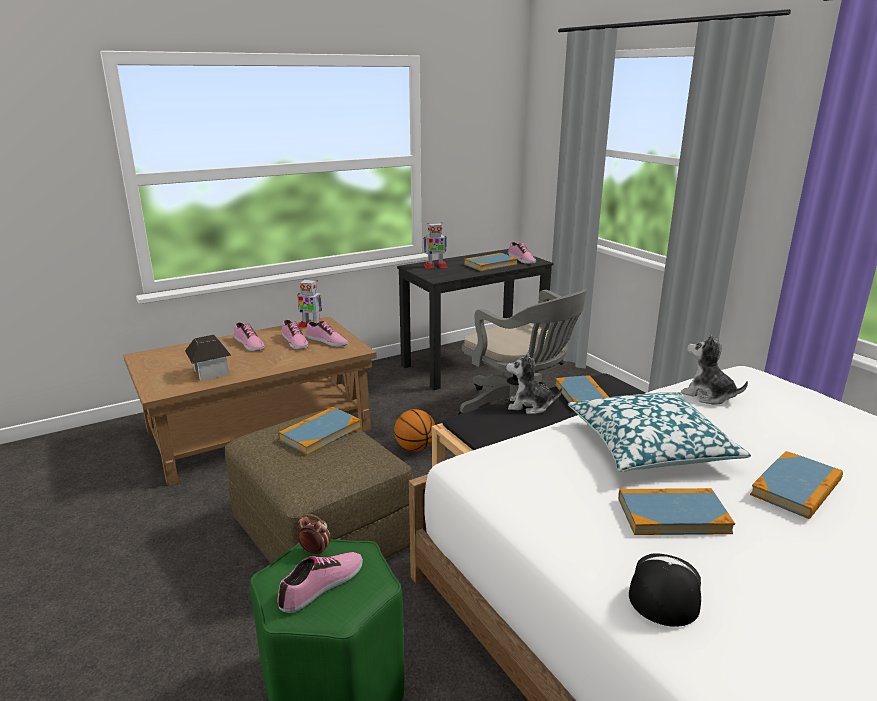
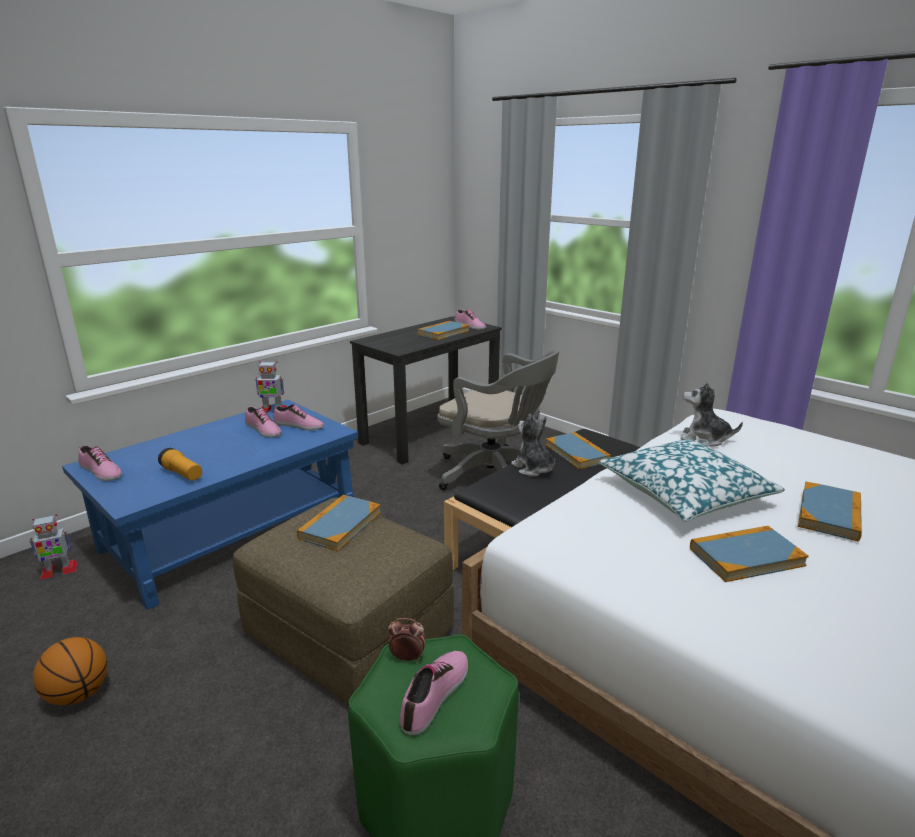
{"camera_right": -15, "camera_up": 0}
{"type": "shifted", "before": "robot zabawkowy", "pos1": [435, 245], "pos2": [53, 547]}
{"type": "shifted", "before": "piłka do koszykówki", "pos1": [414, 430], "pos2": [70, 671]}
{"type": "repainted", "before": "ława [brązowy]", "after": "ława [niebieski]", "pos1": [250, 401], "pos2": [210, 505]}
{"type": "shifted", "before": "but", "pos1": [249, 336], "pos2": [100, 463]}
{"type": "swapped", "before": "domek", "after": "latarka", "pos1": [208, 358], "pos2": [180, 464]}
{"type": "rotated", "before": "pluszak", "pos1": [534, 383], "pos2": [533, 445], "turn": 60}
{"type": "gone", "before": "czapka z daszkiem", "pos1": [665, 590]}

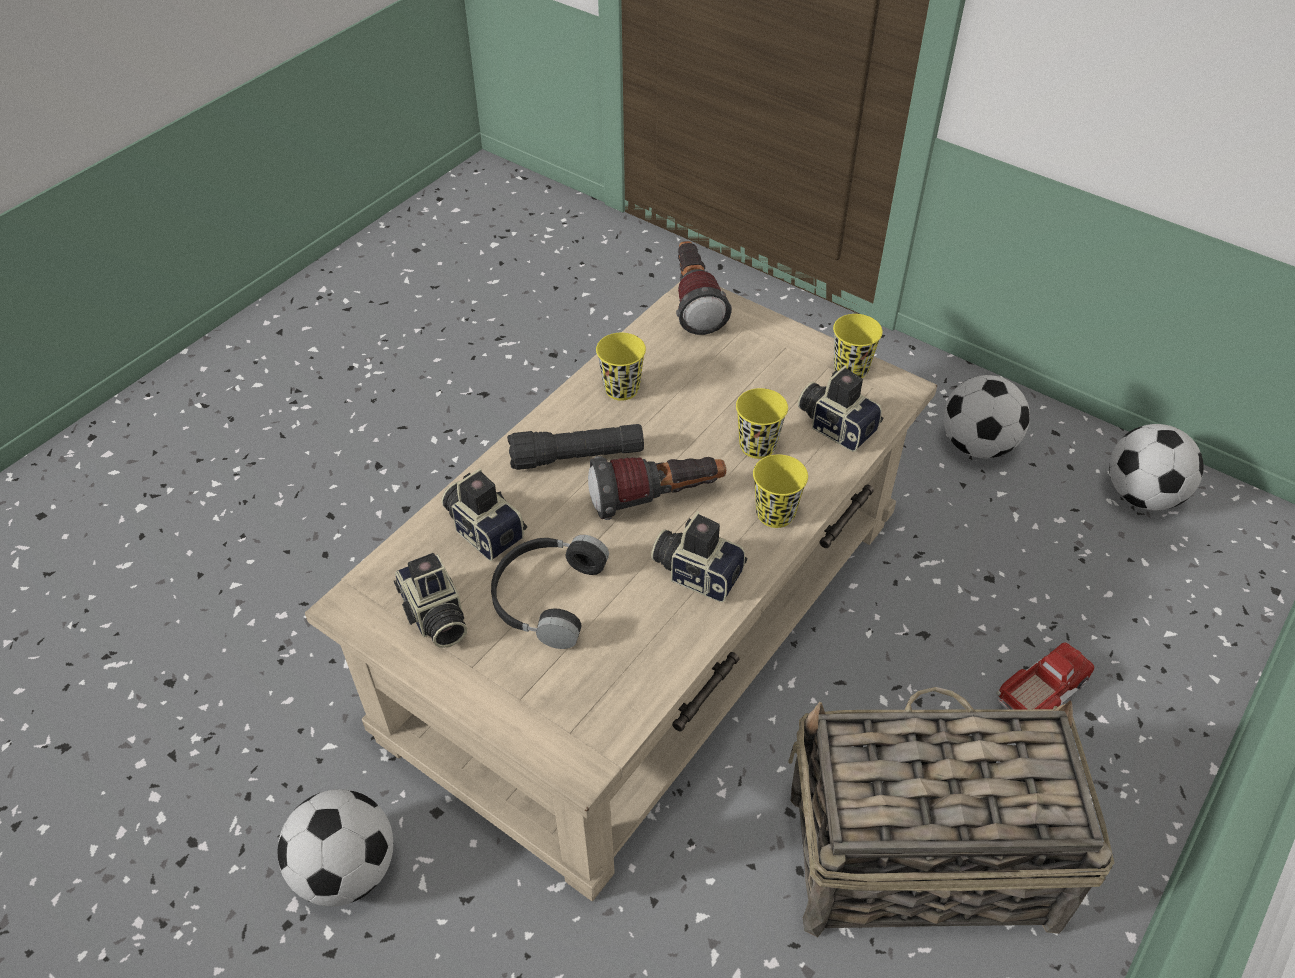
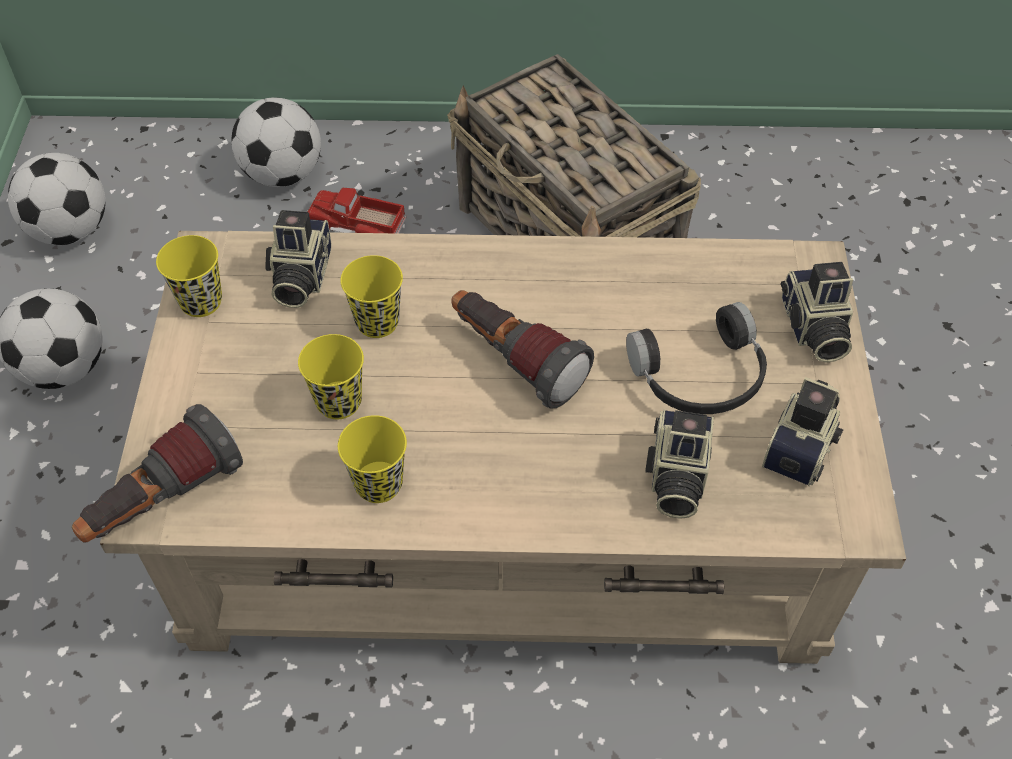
{"camera_right": -125, "camera_up": 5}
{"type": "shifted", "before": "piłka futbolowa", "pos1": [335, 847], "pos2": [276, 142]}
{"type": "shifted", "before": "filiżanka [żółty]", "pos1": [780, 491], "pos2": [331, 376]}
{"type": "shifted", "before": "aparat fotograficzny", "pos1": [699, 556], "pos2": [817, 312]}
{"type": "gone", "before": "latarka [czarny]", "pos1": [575, 447]}

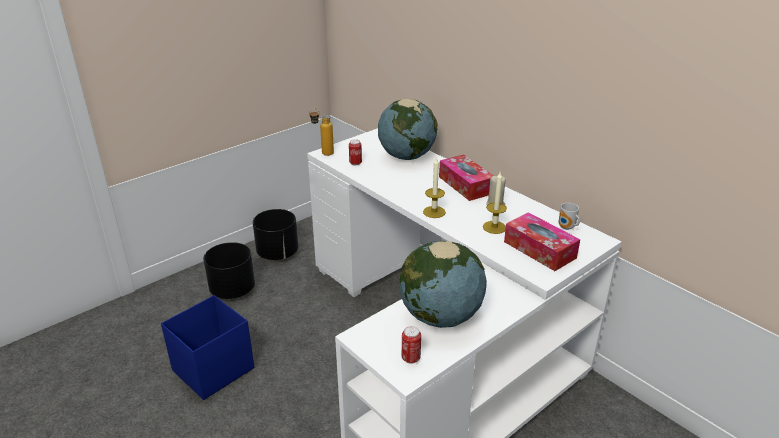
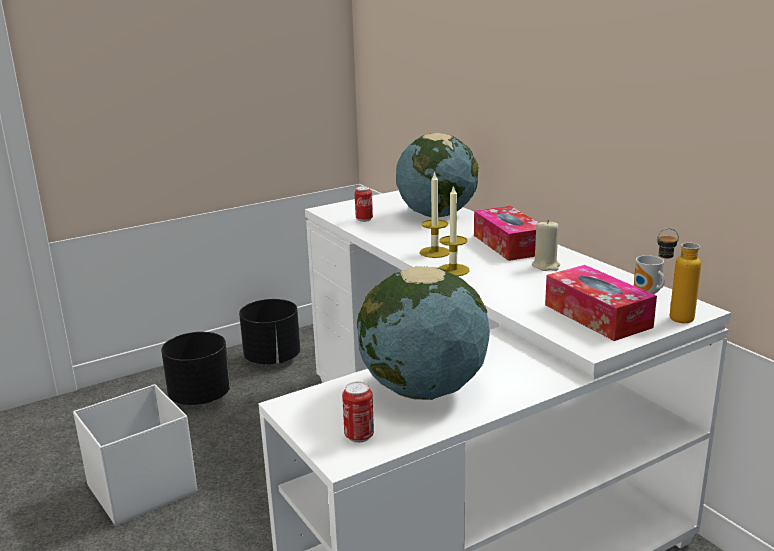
{"camera_right": 10, "camera_up": -10}
{"type": "repainted", "before": "pojemnik do przechowywania [niebieski]", "after": "pojemnik do przechowywania [biały]", "pos1": [207, 347], "pos2": [135, 455]}
{"type": "shifted", "before": "świeca", "pos1": [495, 203], "pos2": [434, 214]}
{"type": "shifted", "before": "butelka", "pos1": [321, 132], "pos2": [679, 275]}

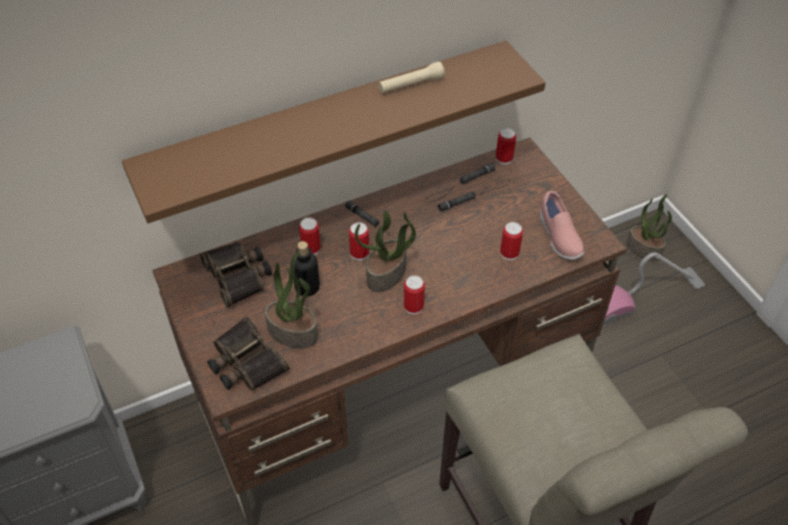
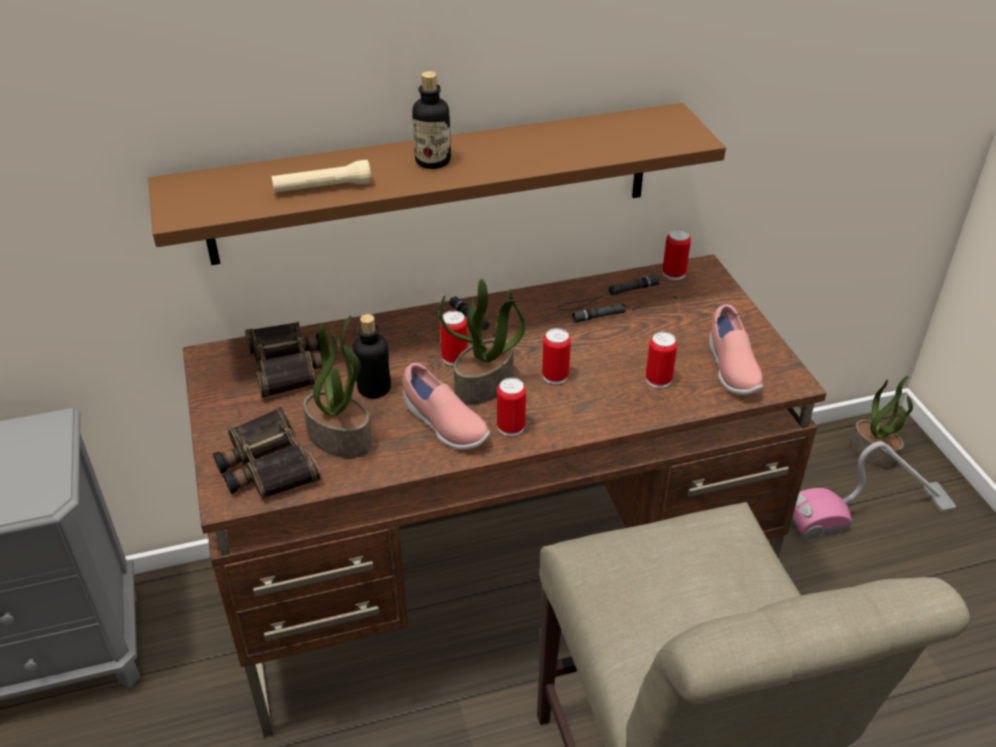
{"camera_right": 10, "camera_up": -10}
{"type": "shifted", "before": "latarka [beżowy]", "pos1": [411, 77], "pos2": [321, 176]}
{"type": "new", "after": "but [różowy]", "pos2": [446, 406]}
{"type": "new", "after": "butelka", "pos2": [431, 120]}
{"type": "shifted", "before": "puszka", "pos1": [310, 236], "pos2": [556, 356]}

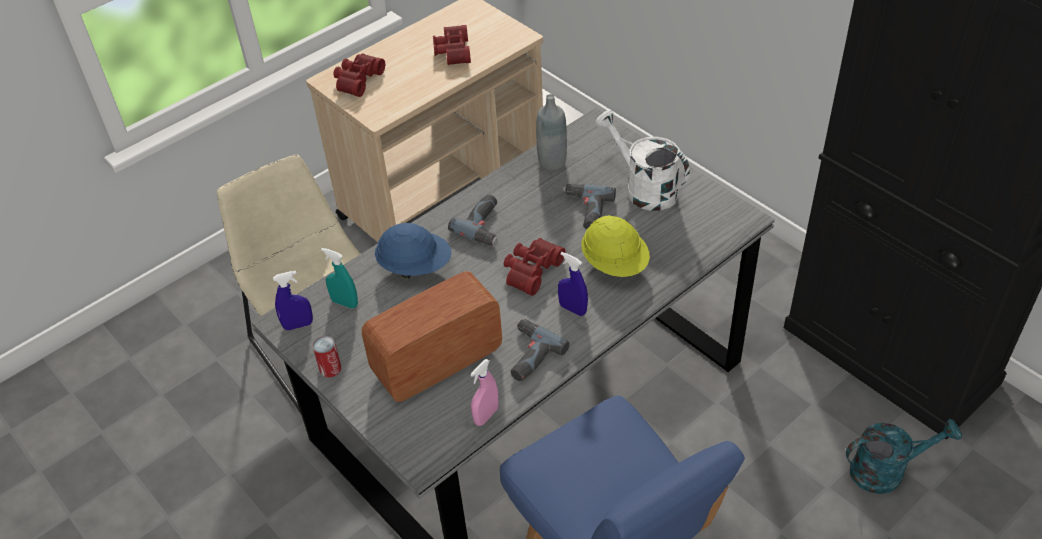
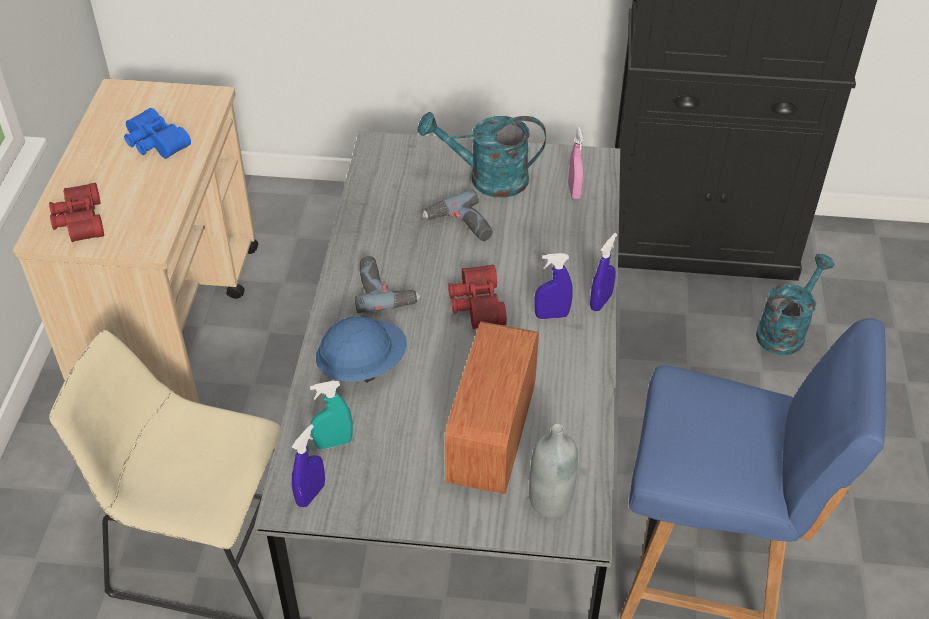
{"camera_right": -45, "camera_up": 0}
{"type": "repainted", "before": "lornetka [czerwony]", "after": "lornetka [niebieski]", "pos1": [452, 45], "pos2": [157, 133]}
{"type": "repainted", "before": "konewka [biały]", "after": "konewka [turkusowy]", "pos1": [642, 160], "pos2": [482, 155]}
{"type": "shifted", "before": "butelka [szary]", "pos1": [551, 132], "pos2": [553, 470]}
{"type": "shifted", "before": "spryskiwacz [różowy]", "pos1": [484, 392], "pos2": [576, 163]}
{"type": "new", "after": "spryskiwacz [niebieski]", "pos2": [603, 272]}
{"type": "gone", "before": "puszka", "pos1": [327, 357]}
{"type": "gone", "before": "wiertarka", "pos1": [540, 350]}
{"type": "gone", "before": "kask [żółty]", "pos1": [615, 246]}

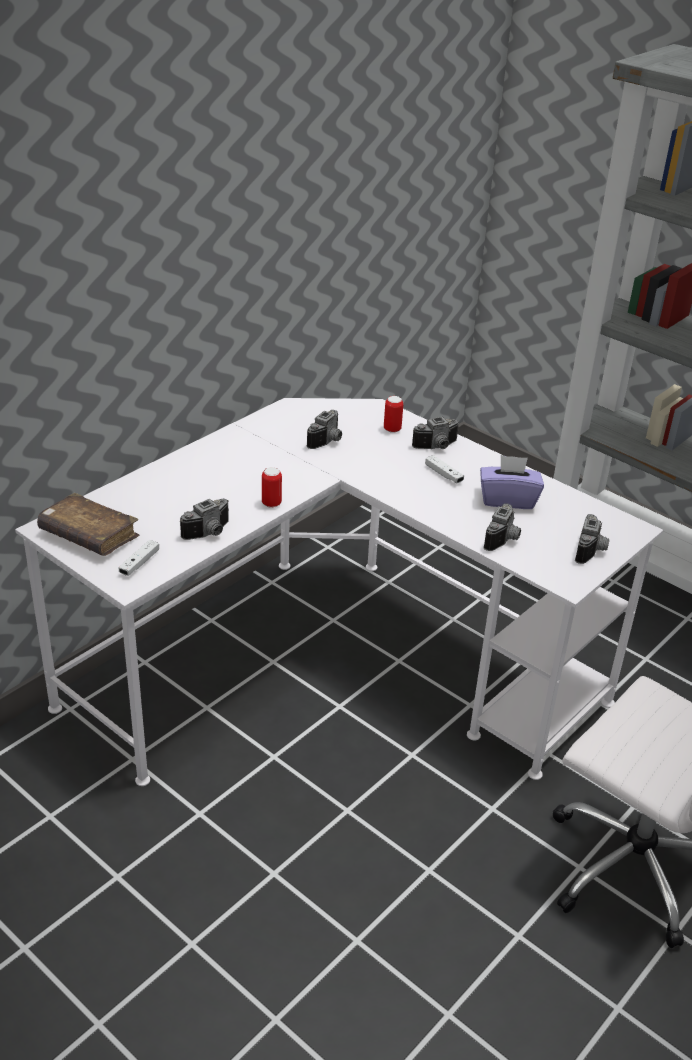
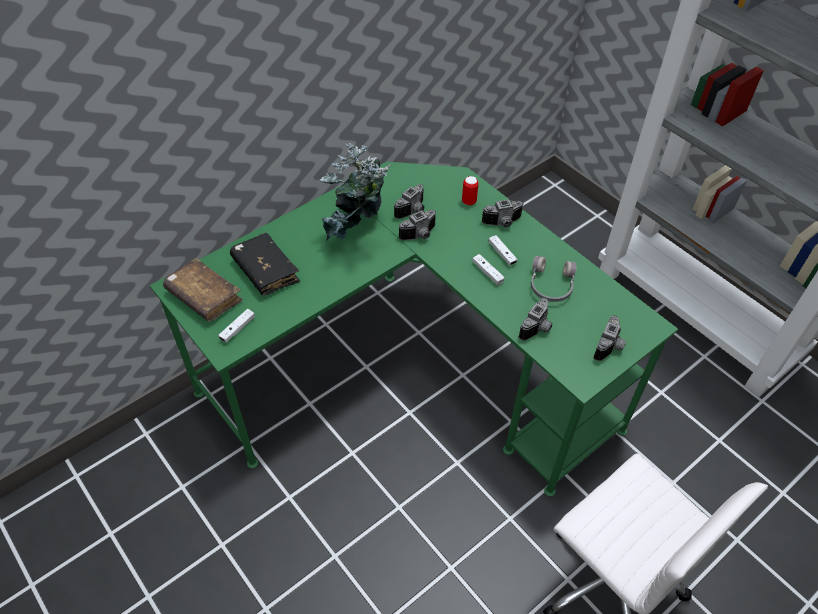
{"camera_right": 10, "camera_up": 15}
{"type": "repainted", "before": "biurko [biały]", "after": "biurko [zielony]", "pos1": [339, 592], "pos2": [414, 329]}
{"type": "new", "after": "książka [czarny]", "pos2": [265, 264]}
{"type": "new", "after": "roślina doniczkowa", "pos2": [355, 192]}
{"type": "shifted", "before": "aparat fotograficzny", "pos1": [204, 519], "pos2": [417, 225]}
{"type": "new", "after": "pad do gier [biały]", "pos2": [488, 269]}
{"type": "swapped", "before": "pudełko chusteczek [fioletowy]", "after": "słuchawki [szary]", "pos1": [512, 482], "pos2": [554, 279]}
{"type": "gone", "before": "puszka", "pos1": [272, 487]}

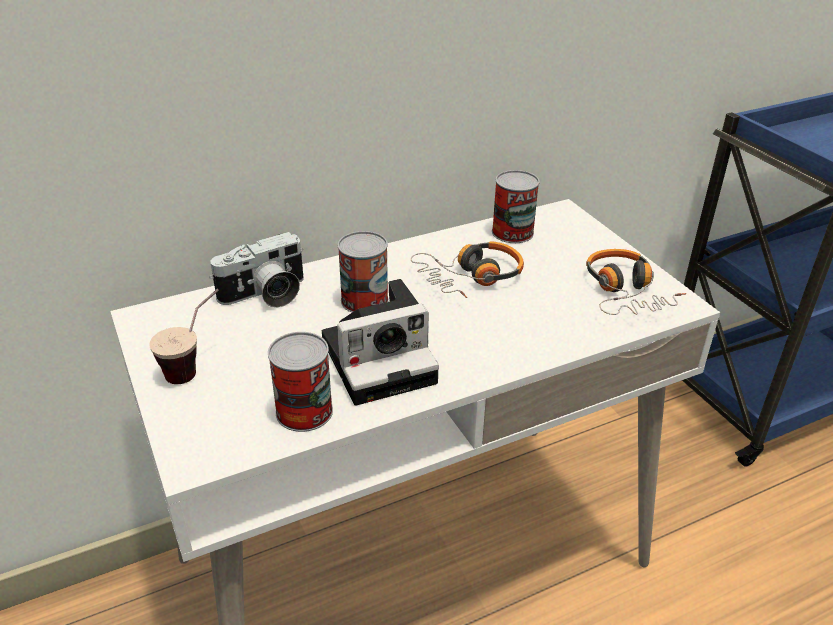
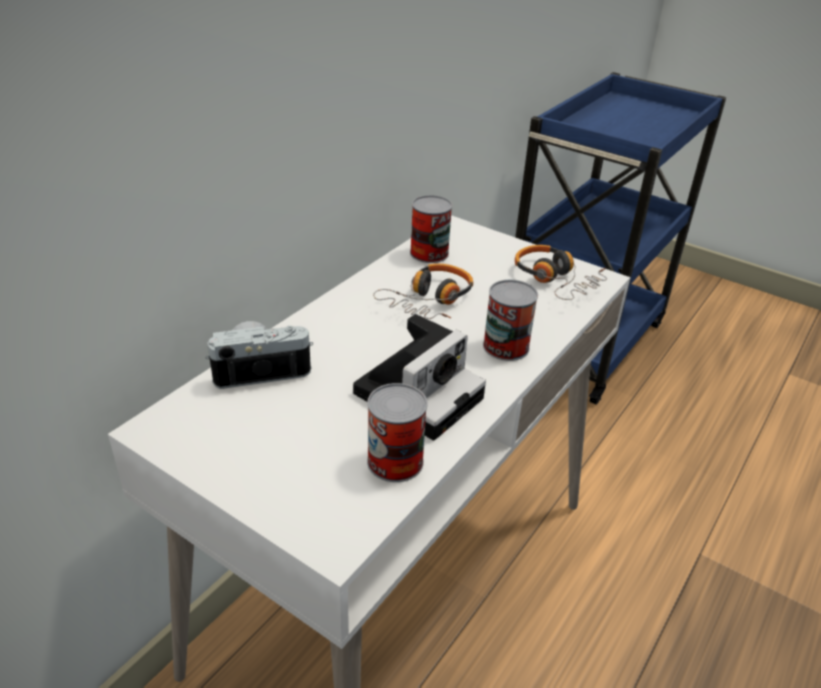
{"camera_right": -30, "camera_up": 0}
{"type": "rotated", "before": "aparat fotograficzny", "pos1": [256, 269], "pos2": [259, 355], "turn": -135}
{"type": "shifted", "before": "puszka", "pos1": [363, 272], "pos2": [510, 320]}
{"type": "gone", "before": "filiżanka", "pos1": [184, 336]}

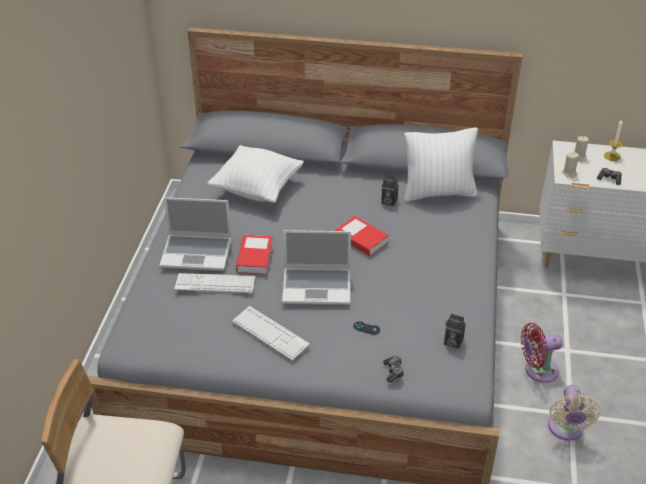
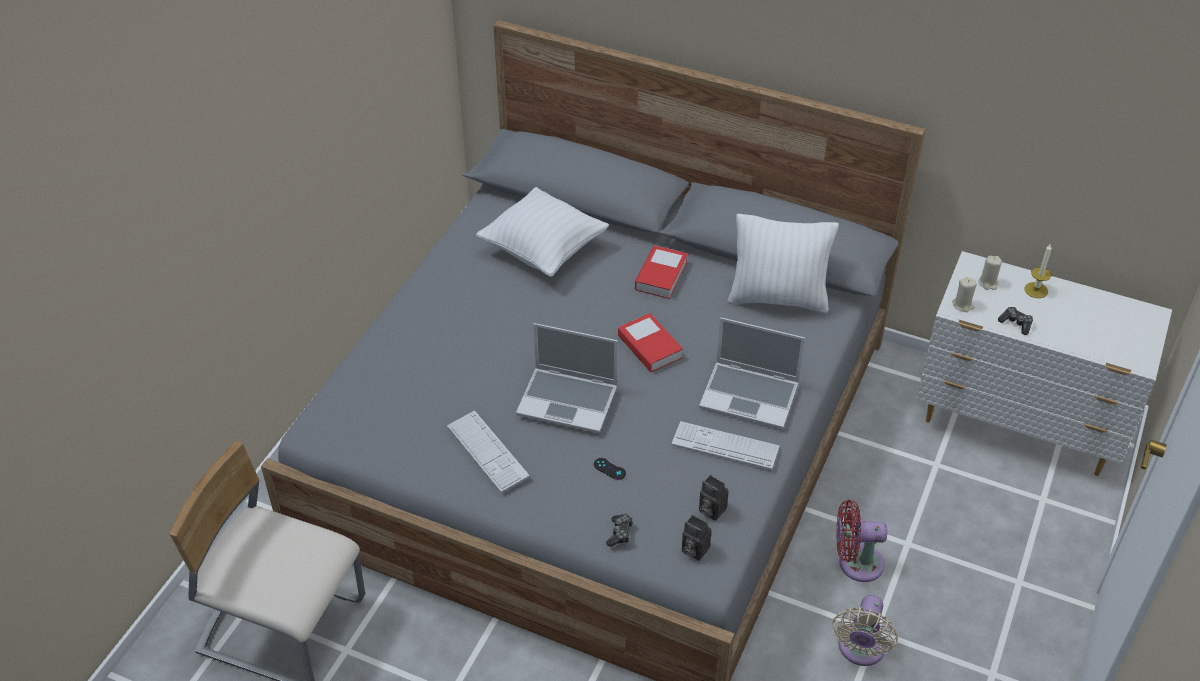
{"camera_right": 15, "camera_up": 5}
{"type": "shifted", "before": "książka", "pos1": [254, 255], "pos2": [661, 272]}
{"type": "shifted", "before": "klawiatura", "pos1": [214, 283], "pos2": [725, 445]}
{"type": "shifted", "before": "aparat fotograficzny", "pos1": [390, 191], "pos2": [696, 538]}
{"type": "shifted", "before": "laptop", "pos1": [195, 234], "pos2": [752, 373]}

